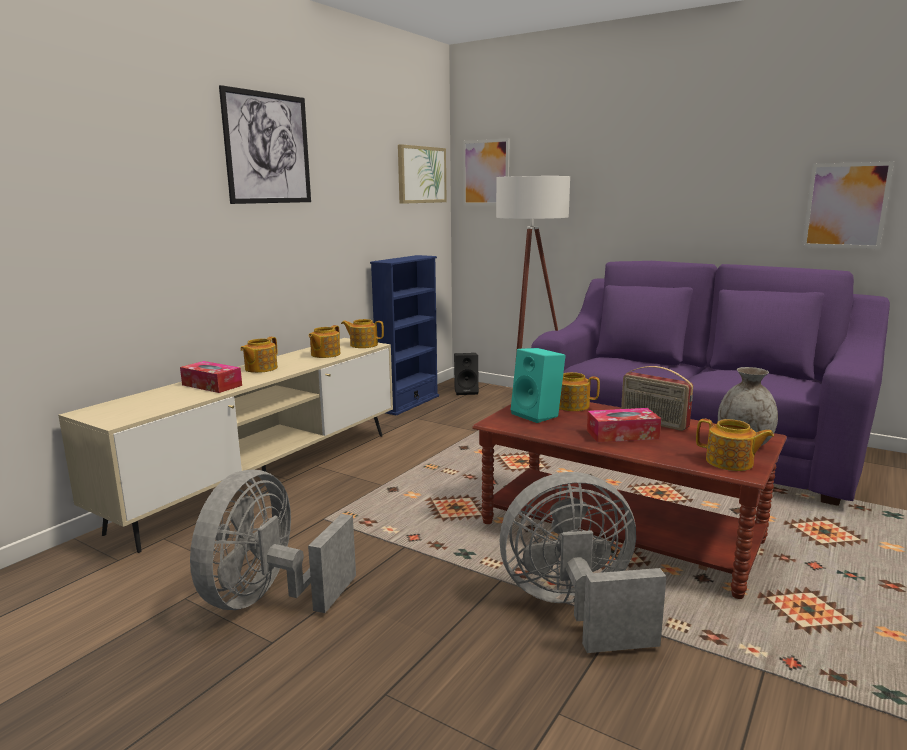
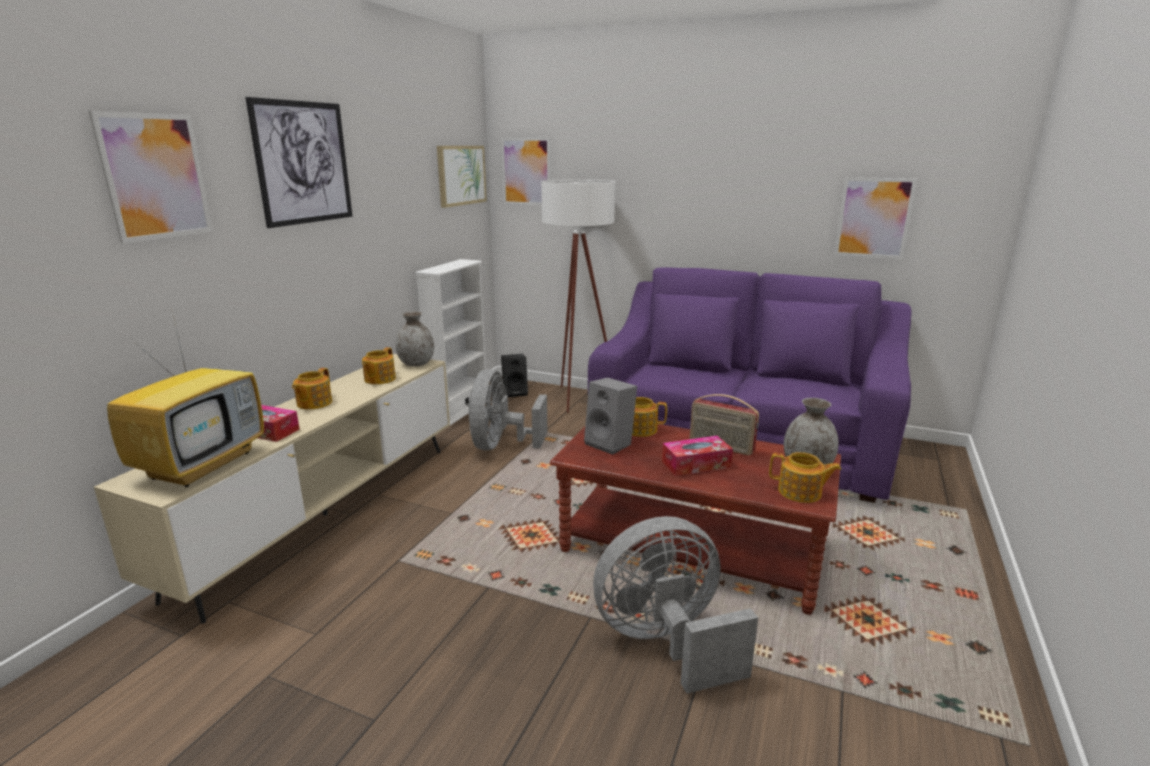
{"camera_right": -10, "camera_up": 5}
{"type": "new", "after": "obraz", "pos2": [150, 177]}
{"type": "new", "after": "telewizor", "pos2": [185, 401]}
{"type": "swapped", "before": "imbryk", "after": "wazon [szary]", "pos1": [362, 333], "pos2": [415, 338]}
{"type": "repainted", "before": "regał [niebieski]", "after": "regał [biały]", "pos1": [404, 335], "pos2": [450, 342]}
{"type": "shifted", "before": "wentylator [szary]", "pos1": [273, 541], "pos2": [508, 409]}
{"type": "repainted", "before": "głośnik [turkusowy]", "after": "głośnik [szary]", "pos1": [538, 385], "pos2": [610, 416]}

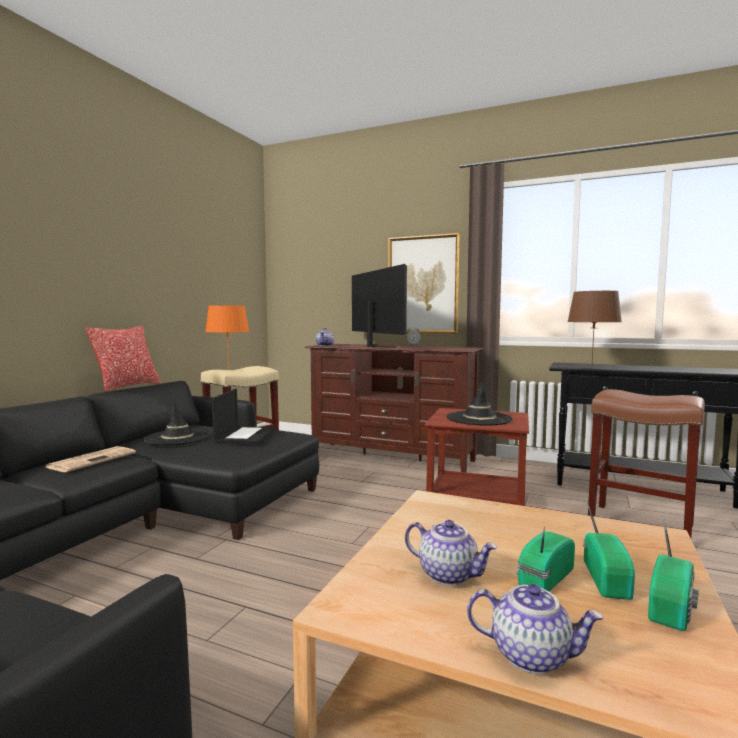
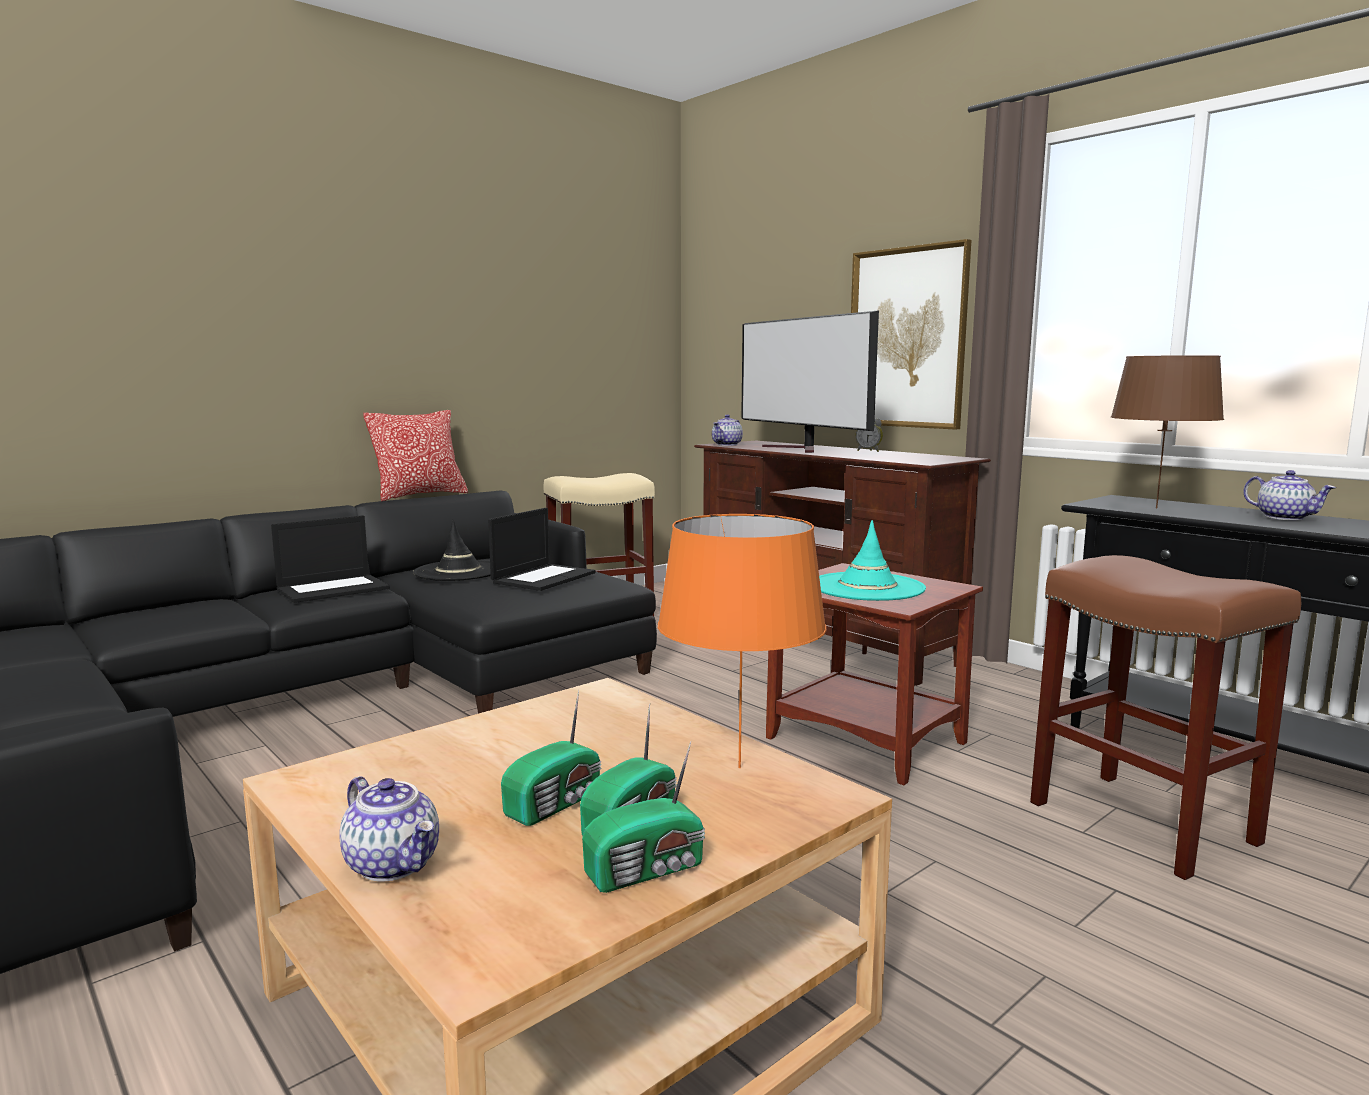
{"camera_right": 25, "camera_up": 5}
{"type": "swapped", "before": "gazeta", "after": "laptop", "pos1": [91, 459], "pos2": [330, 559]}
{"type": "rotated", "before": "radio", "pos1": [545, 558], "pos2": [551, 758], "turn": 150}
{"type": "shifted", "before": "lampa stołowa [pomarańczowy]", "pos1": [227, 336], "pos2": [742, 641]}
{"type": "rotated", "before": "telewizor", "pos1": [379, 306], "pos2": [810, 381], "turn": 150}
{"type": "repainted", "before": "kapelusz [czarny]", "after": "kapelusz [turkusowy]", "pos1": [479, 402], "pos2": [872, 560]}
{"type": "shifted", "before": "imbryk", "pos1": [451, 553], "pos2": [1290, 495]}

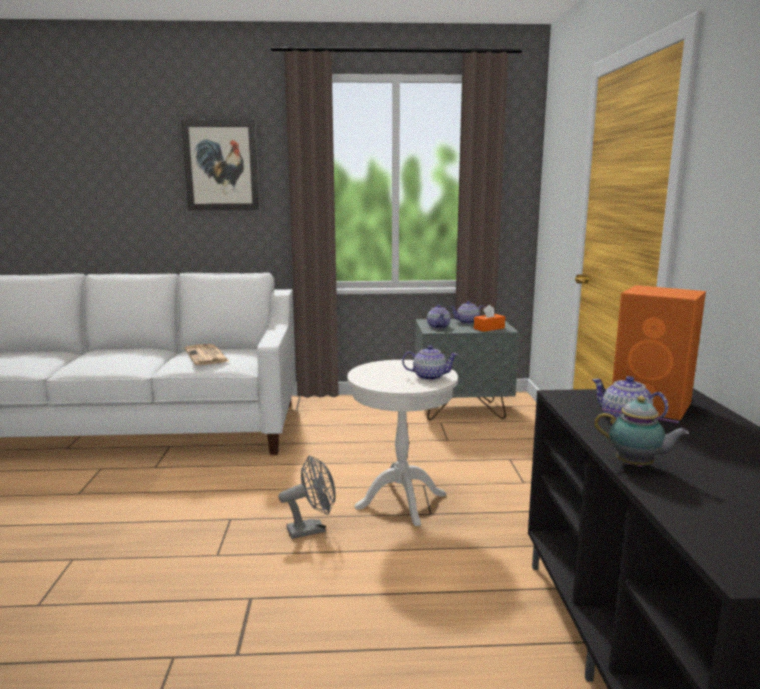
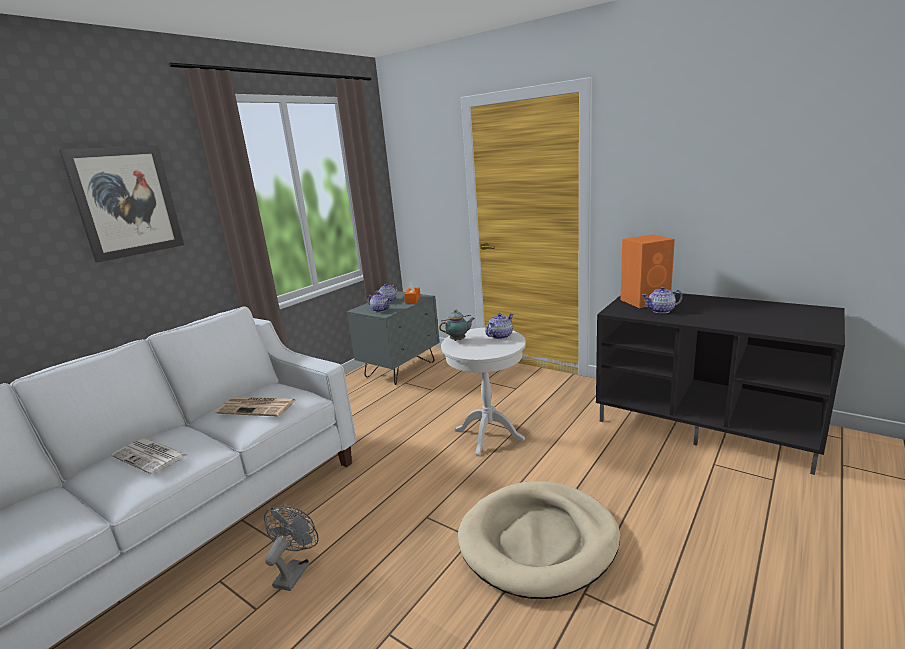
{"camera_right": -50, "camera_up": 5}
{"type": "new", "after": "gazeta", "pos2": [150, 456]}
{"type": "shifted", "before": "wentylator [szary]", "pos1": [306, 497], "pos2": [291, 548]}
{"type": "shifted", "before": "imbryk", "pos1": [641, 431], "pos2": [457, 325]}
{"type": "new", "after": "legowisko [beżowy]", "pos2": [539, 540]}

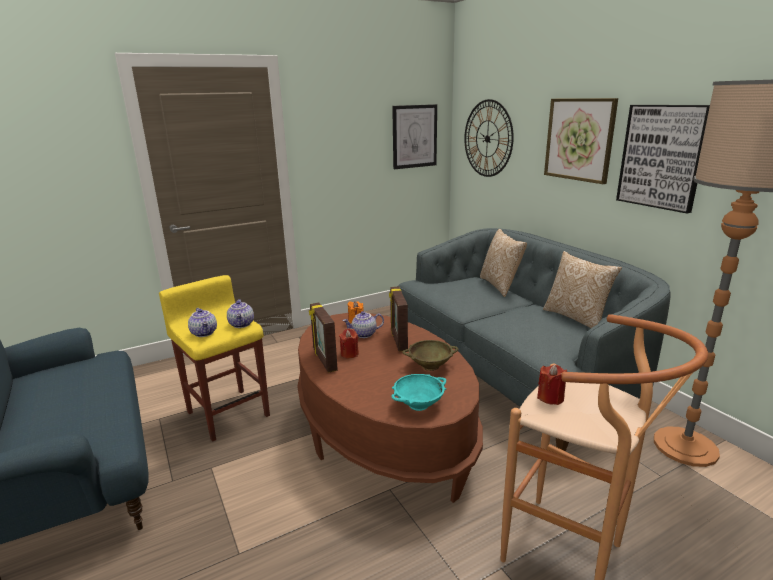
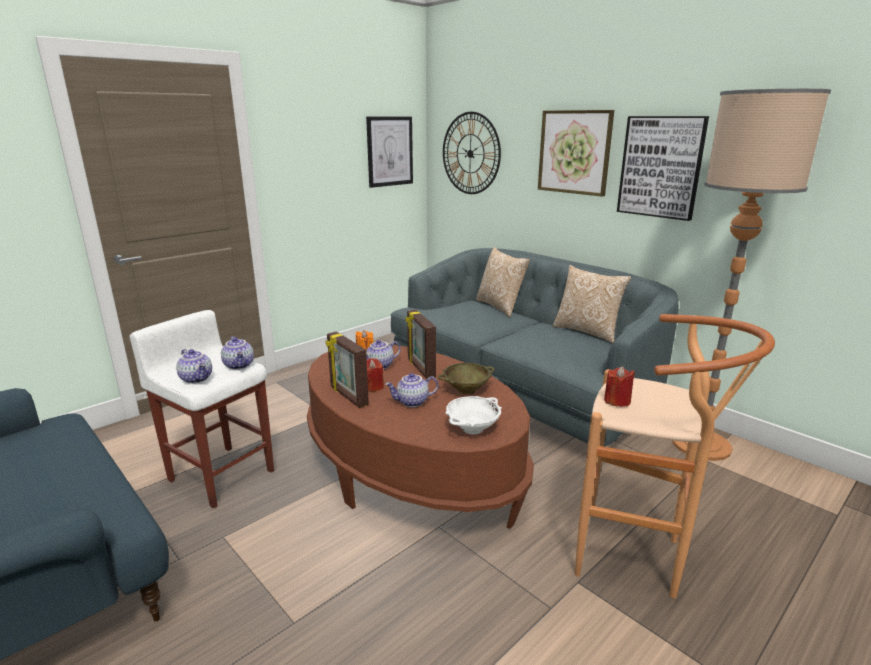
{"camera_right": -15, "camera_up": 0}
{"type": "repainted", "before": "stołek [żółty]", "after": "stołek [biały]", "pos1": [214, 358], "pos2": [201, 409]}
{"type": "new", "after": "imbryk", "pos2": [412, 390]}
{"type": "repainted", "before": "miska [turkusowy]", "after": "miska [biały]", "pos1": [419, 392], "pos2": [473, 415]}

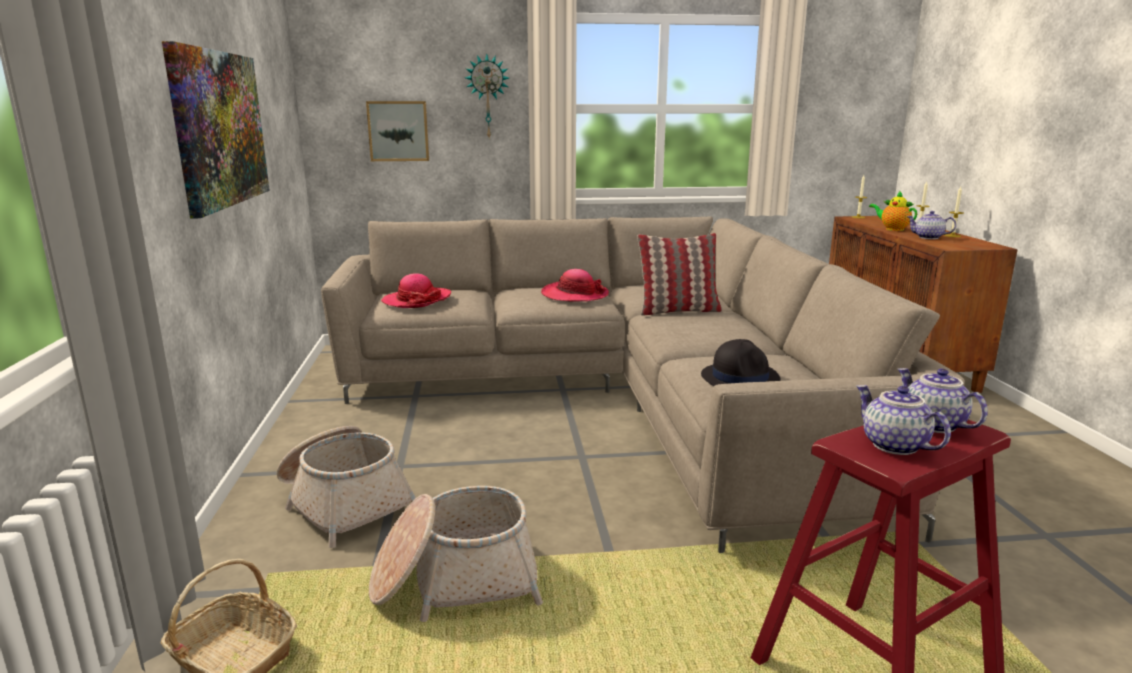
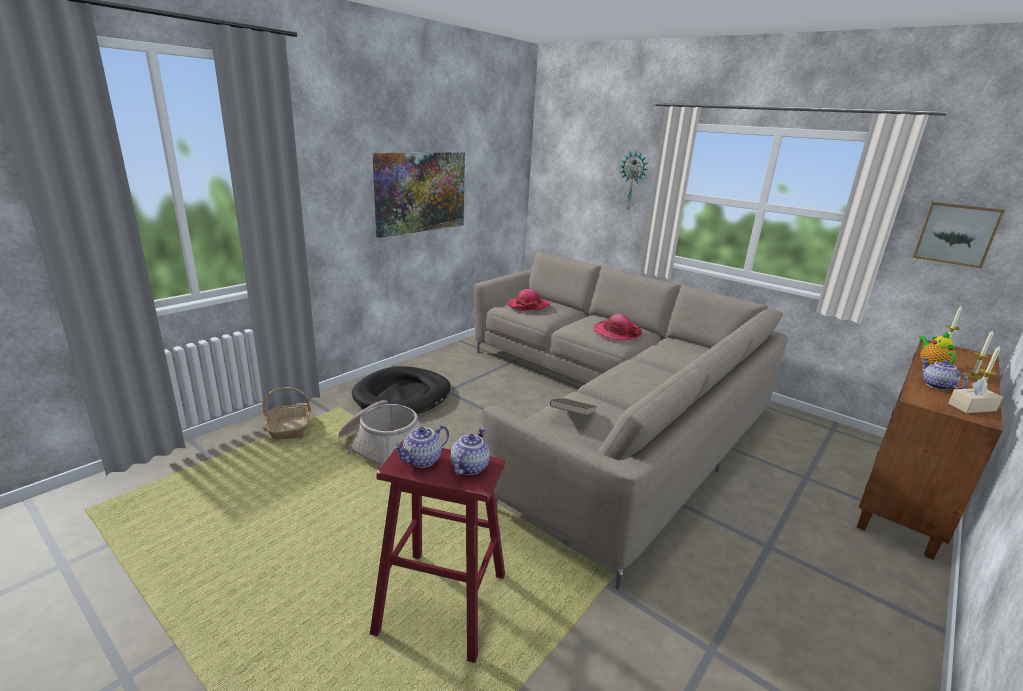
{"camera_right": 45, "camera_up": 5}
{"type": "swapped", "before": "koszyk", "after": "legowisko [czarny]", "pos1": [346, 487], "pos2": [401, 390]}
{"type": "rotated", "before": "imbryk", "pos1": [903, 420], "pos2": [421, 446], "turn": -150}
{"type": "swapped", "before": "kapelusz [czarny]", "after": "książka [brązowy]", "pos1": [741, 362], "pos2": [573, 406]}
{"type": "shifted", "before": "obraz", "pos1": [397, 131], "pos2": [959, 235]}
{"type": "new", "after": "pudełko chusteczek [beżowy]", "pos2": [975, 395]}
{"type": "gone", "before": "poduszka", "pos1": [679, 274]}

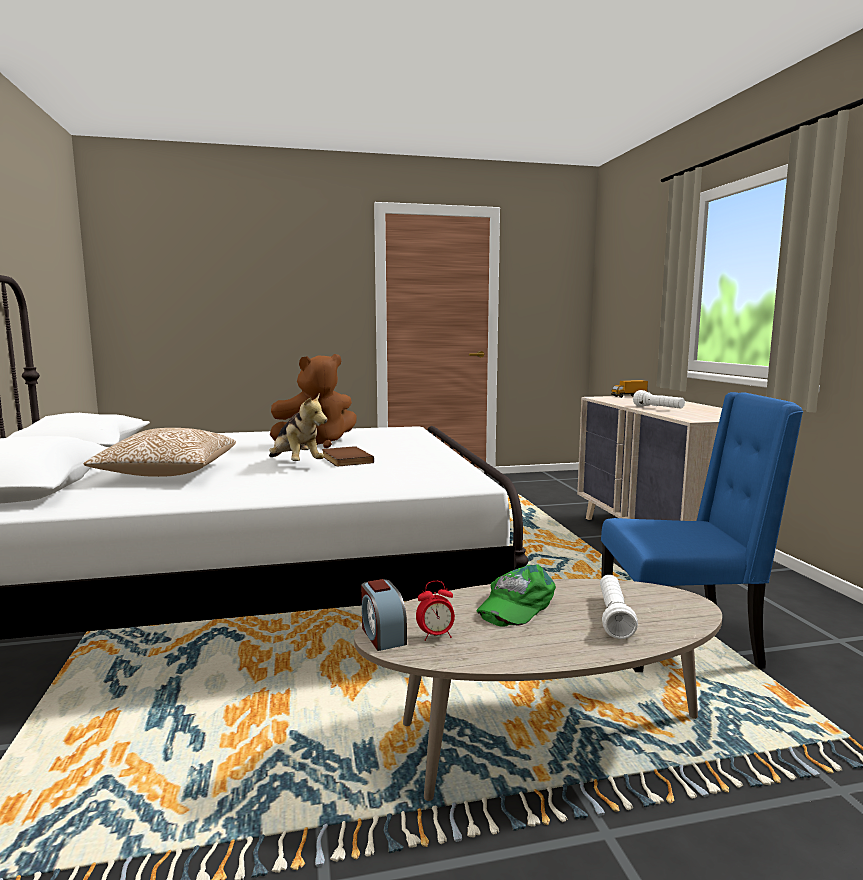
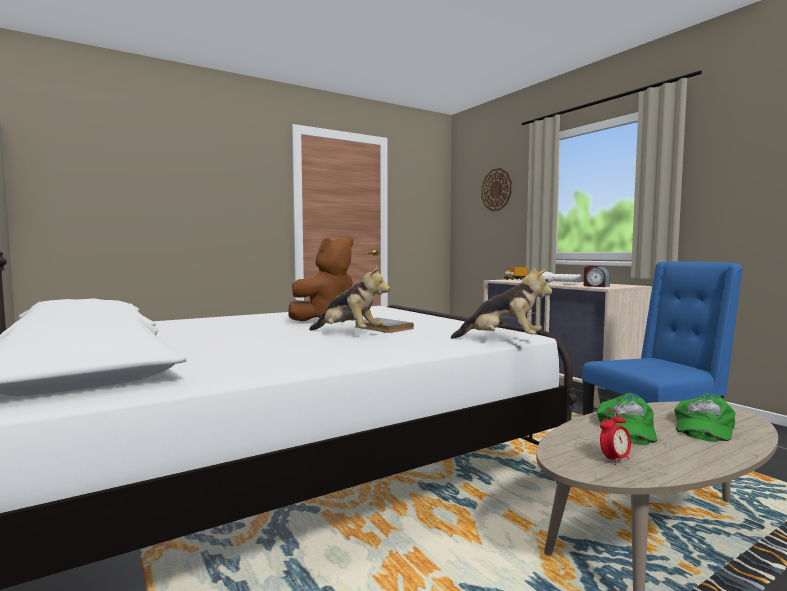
{"camera_right": -20, "camera_up": -5}
{"type": "repainted", "before": "książka [brązowy]", "after": "książka [szary]", "pos1": [348, 456], "pos2": [384, 325]}
{"type": "new", "after": "pluszak", "pos2": [501, 302]}
{"type": "new", "after": "zegar ścienny", "pos2": [496, 189]}
{"type": "shifted", "before": "budzik", "pos1": [384, 615], "pos2": [597, 276]}
{"type": "swapped", "before": "latarka [biały]", "after": "czapka z daszkiem [zielony]", "pos1": [619, 607], "pos2": [704, 417]}
{"type": "gone", "before": "poduszka", "pos1": [160, 452]}

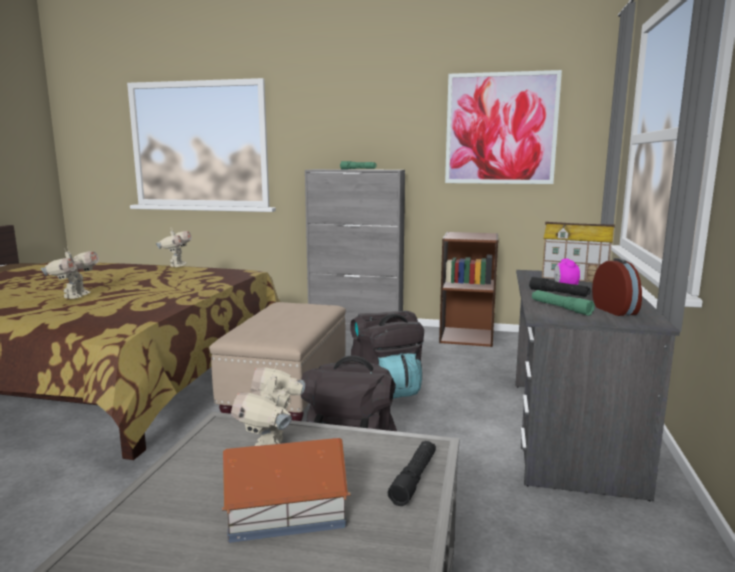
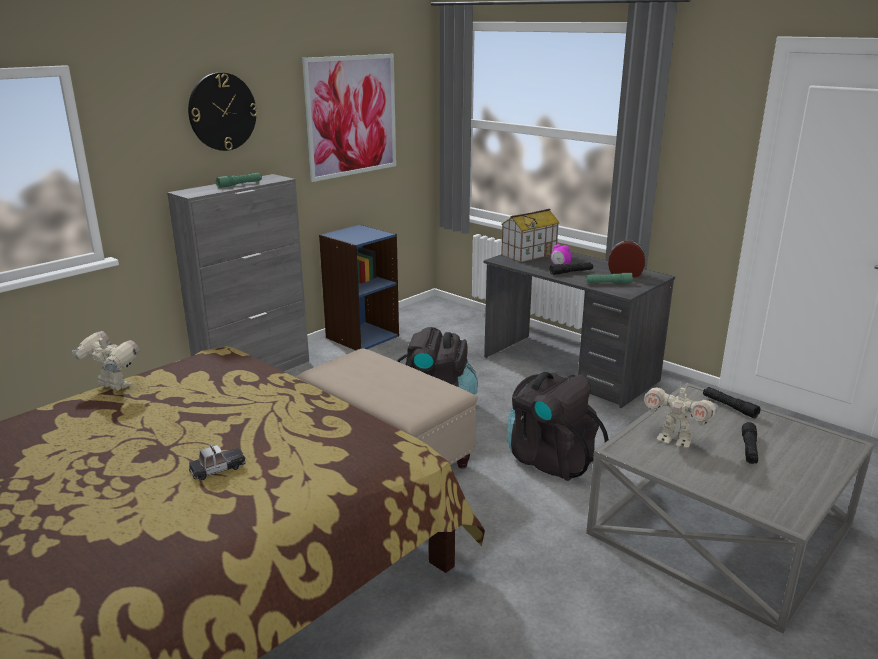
{"camera_right": -60, "camera_up": 10}
{"type": "new", "after": "zegar ścienny", "pos2": [222, 111]}
{"type": "swapped", "before": "robot zabawkowy", "after": "samochodzik", "pos1": [70, 273], "pos2": [217, 462]}
{"type": "repainted", "before": "regał [brązowy]", "after": "regał [niebieski]", "pos1": [468, 289], "pos2": [359, 287]}
{"type": "swapped", "before": "domek", "after": "latarka [czarny]", "pos1": [286, 490], "pos2": [750, 443]}

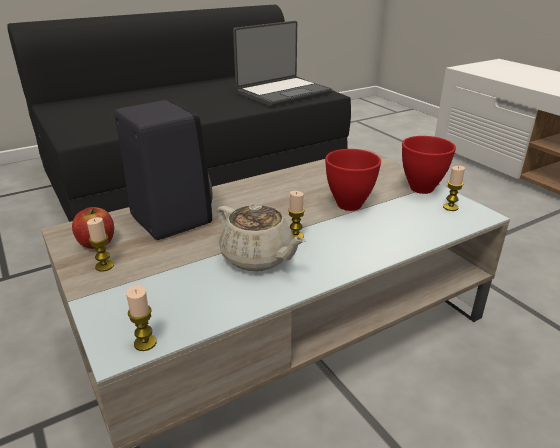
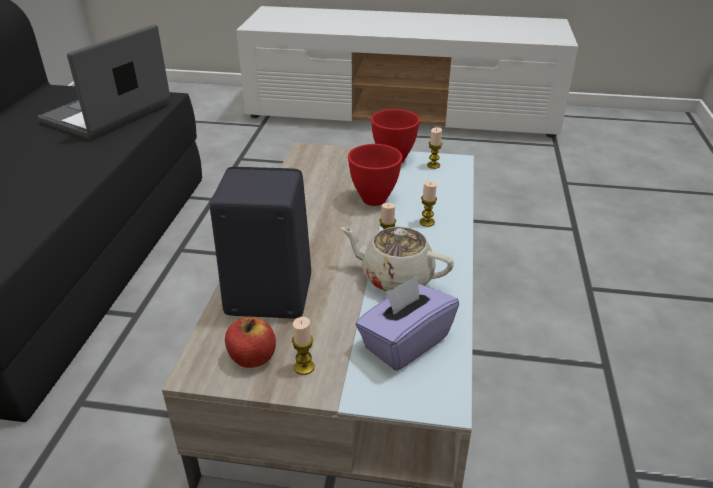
{"camera_right": -50, "camera_up": 5}
{"type": "rotated", "before": "laptop", "pos1": [282, 64], "pos2": [104, 81], "turn": -150}
{"type": "rotated", "before": "imbryk [beżowy]", "pos1": [261, 237], "pos2": [397, 258], "turn": -150}
{"type": "new", "after": "pudełko chusteczek [fioletowy]", "pos2": [407, 323]}
{"type": "shifted", "before": "świeca", "pos1": [141, 318], "pos2": [428, 204]}

